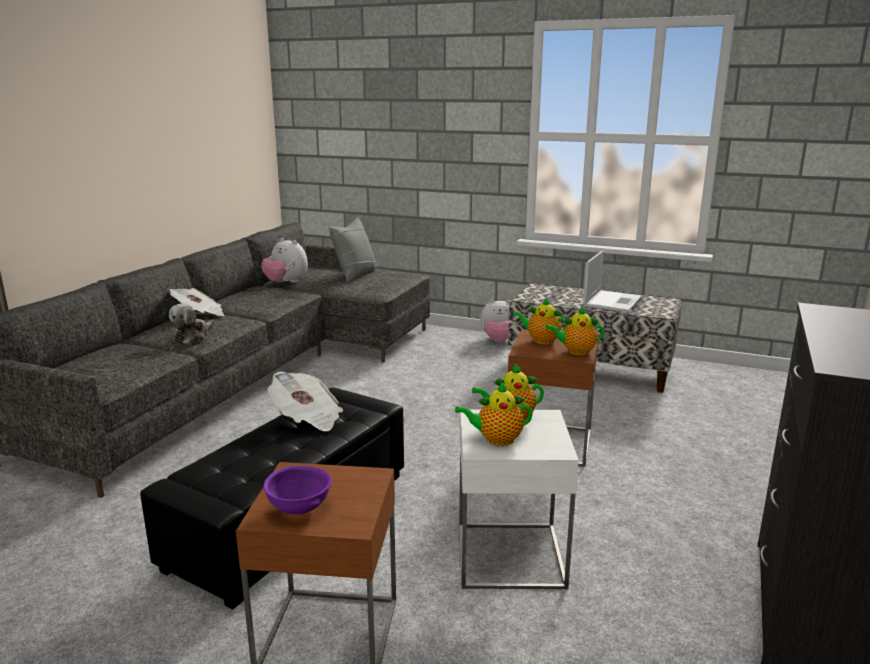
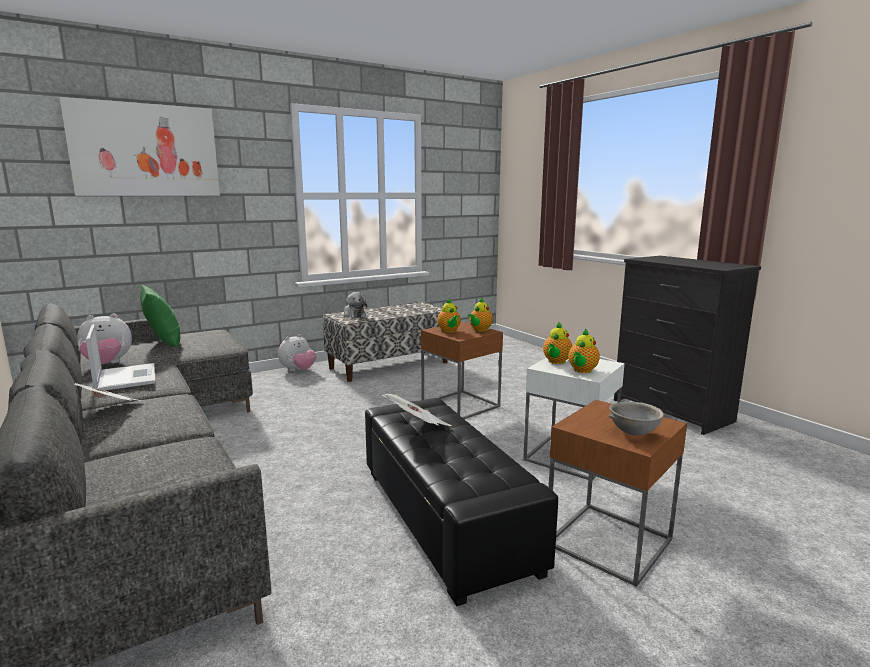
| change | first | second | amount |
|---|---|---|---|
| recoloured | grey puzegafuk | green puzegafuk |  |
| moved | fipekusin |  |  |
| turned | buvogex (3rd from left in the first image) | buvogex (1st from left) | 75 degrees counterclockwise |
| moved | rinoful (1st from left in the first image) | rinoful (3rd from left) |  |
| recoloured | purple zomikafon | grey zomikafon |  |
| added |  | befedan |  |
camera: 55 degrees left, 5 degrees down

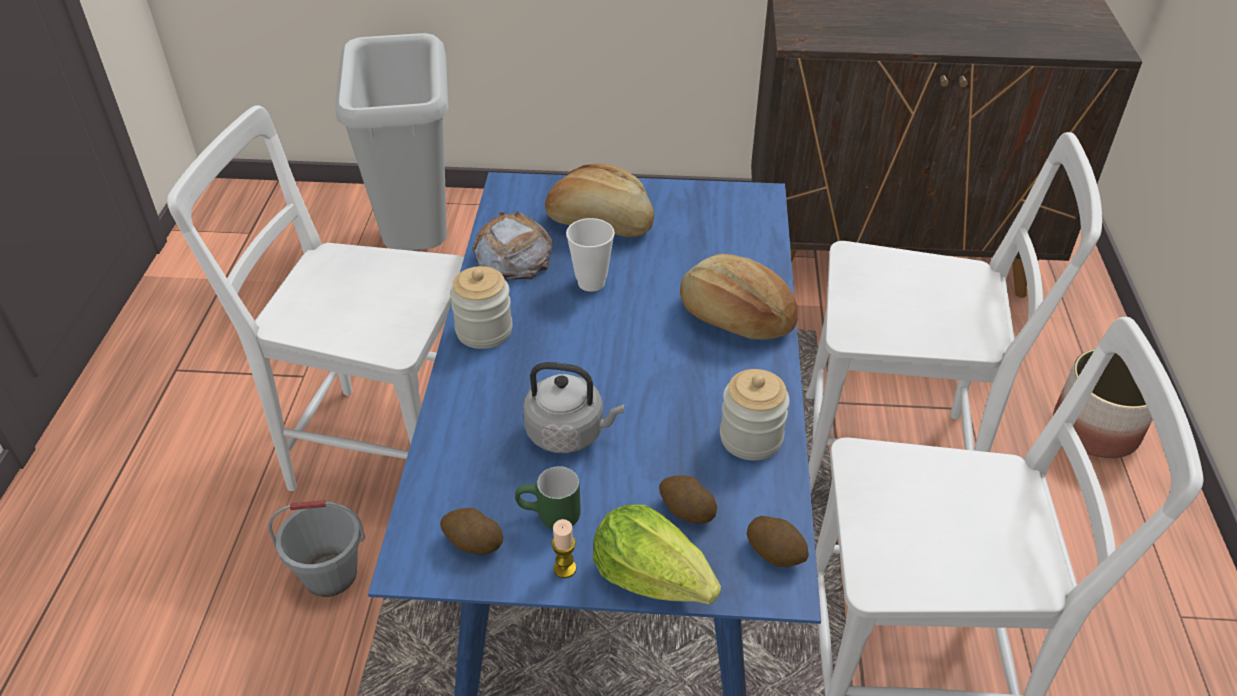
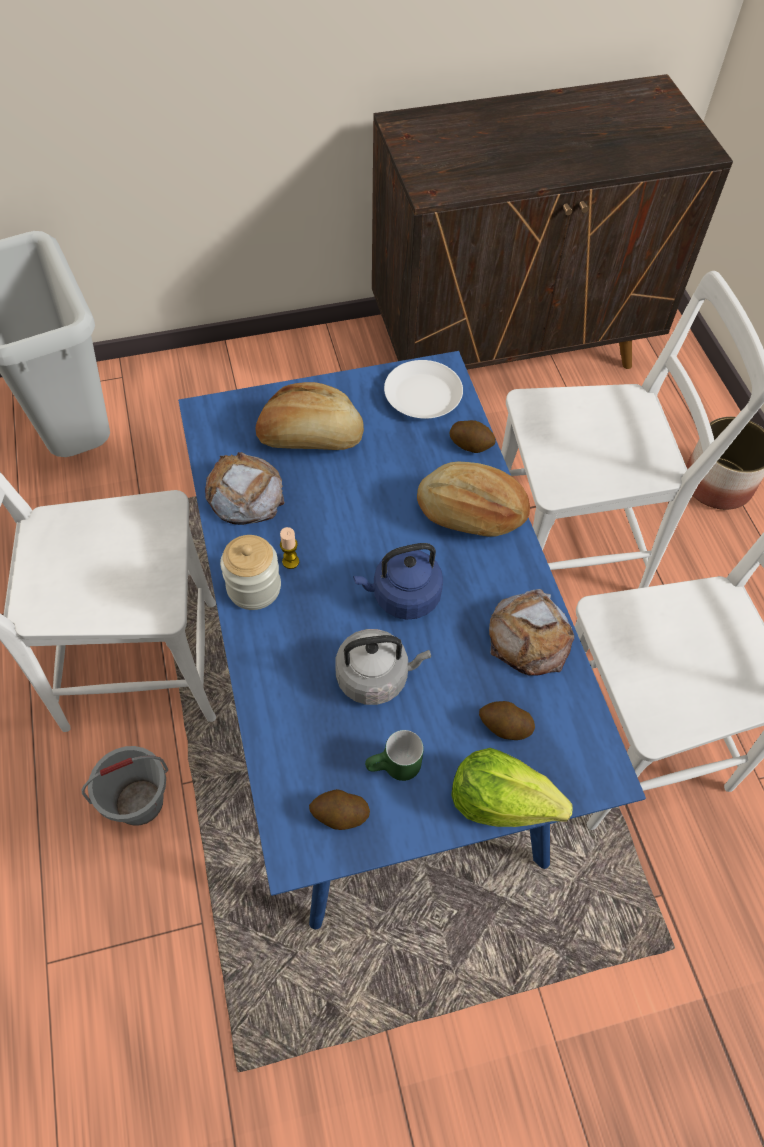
| change | first | second | amount |
|---|---|---|---|
| removed | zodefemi |  |  |
| replaced | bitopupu (2nd from left) | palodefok (4th from left) |  |
| moved | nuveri (3rd from left in the first image) | nuveri (2nd from left) |  |
| moved | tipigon |  |  |
| added |  | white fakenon |  |
| added |  | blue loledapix |  |
camera: 20 degrees left, 15 degrees up

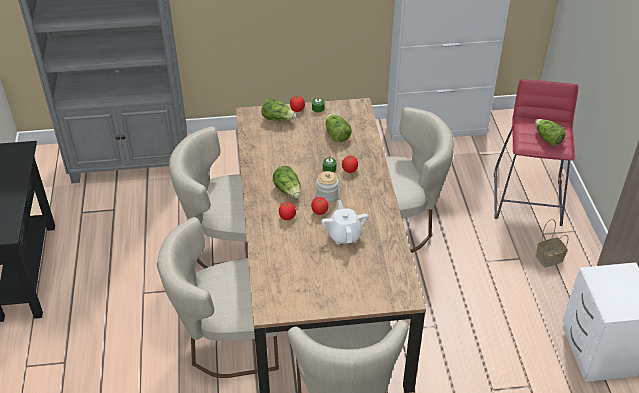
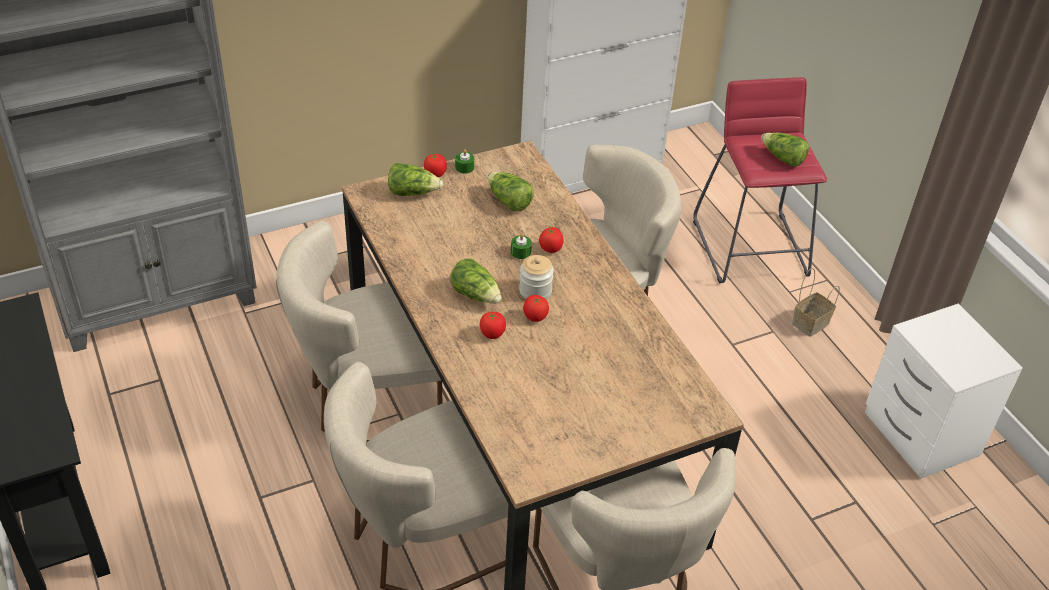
| change | first | second | amount |
|---|---|---|---|
| removed | white buvogex |  |  |
camera: 20 degrees left, 0 degrees up

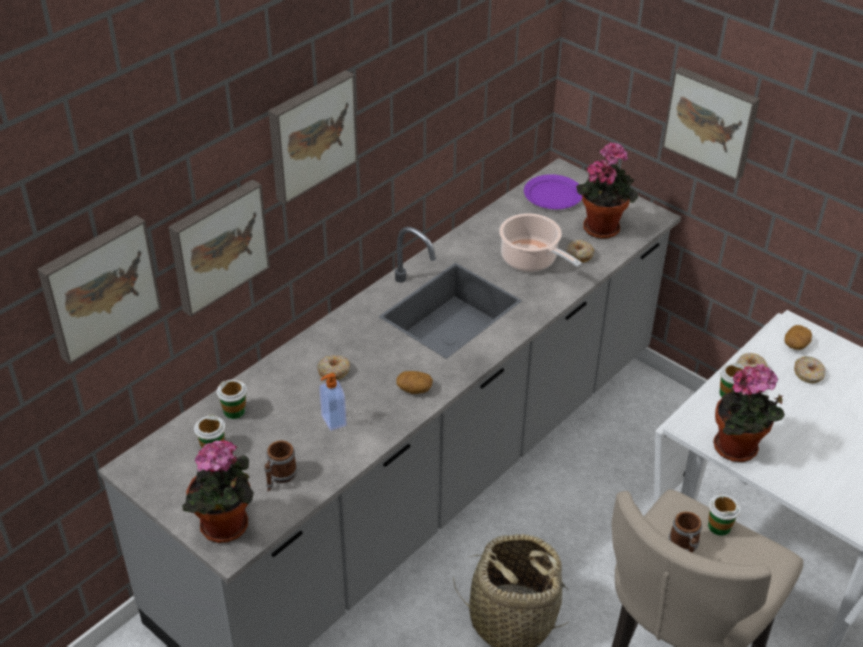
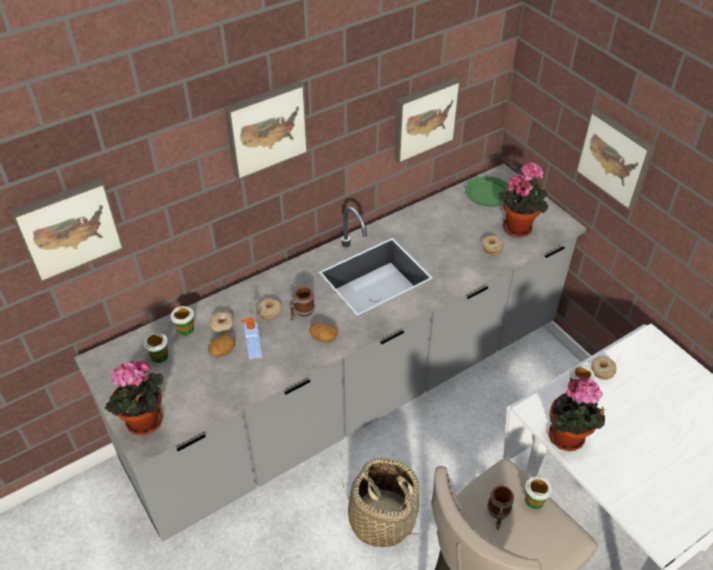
| change | first | second | amount |
|---|---|---|---|
| recoloured | purple fakenon | green fakenon |  |
| moved | befedan (2nd from left in the first image) | befedan (3rd from left) |  |
| removed | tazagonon |  |  |
| moved | nuveri (2nd from left in the first image) | nuveri (1st from left) |  |
| moved | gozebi (4th from left in the first image) | gozebi (1st from left) |  |
| moved | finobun (1st from left) |  |  |
camera: 15 degrees right, 5 degrees up

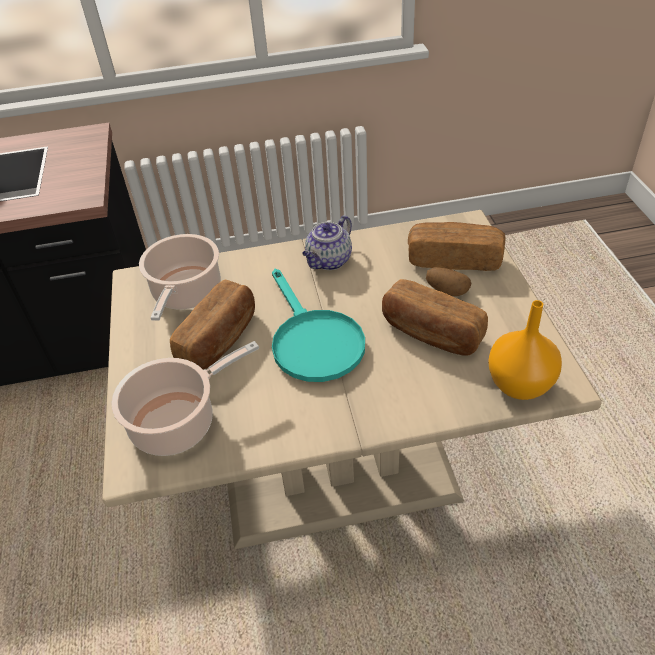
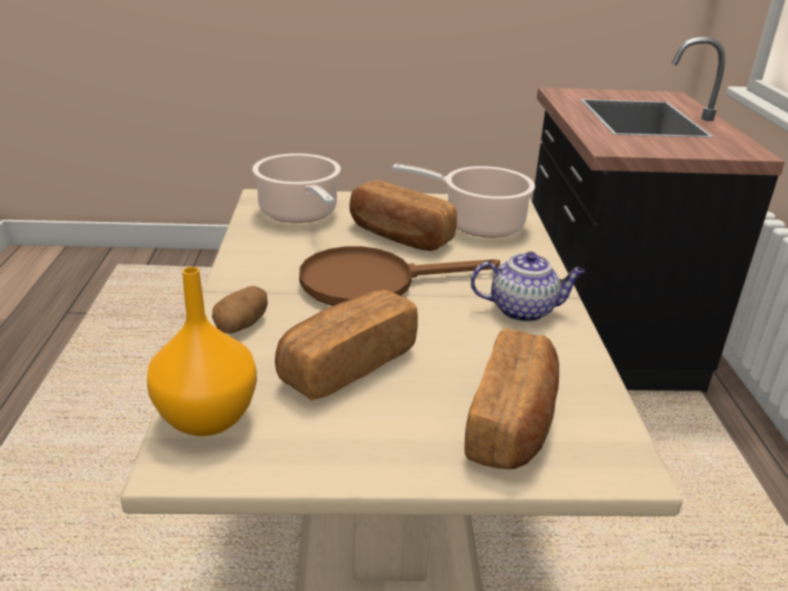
| change | first | second | amount |
|---|---|---|---|
| turned | buvogex |  | 135 degrees clockwise |
| moved | nuveri |  |  |
| recoloured | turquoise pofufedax | brown pofufedax |  |
camera: 95 degrees right, 15 degrees down

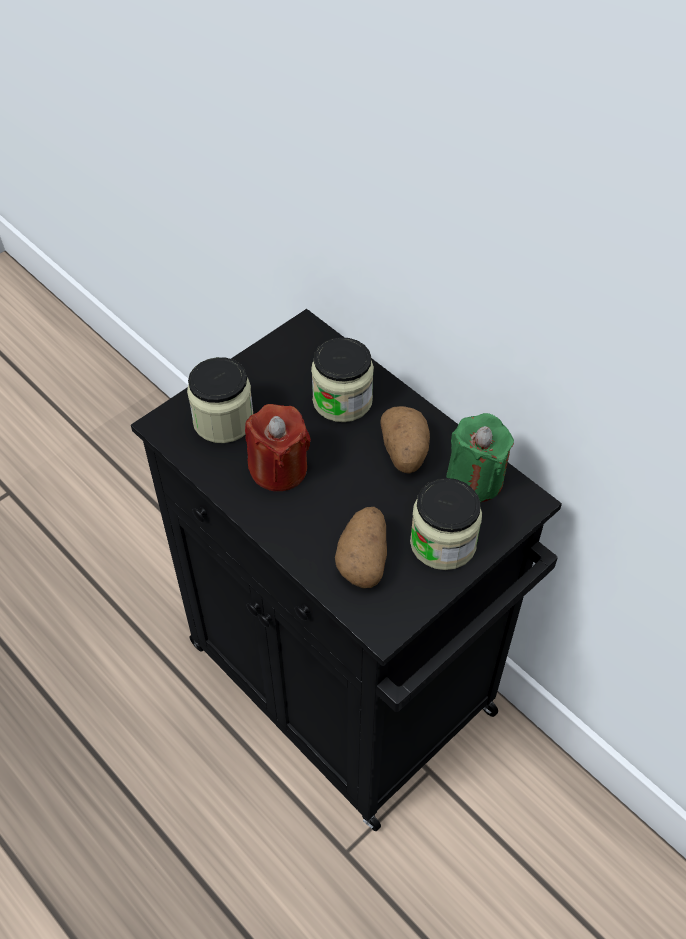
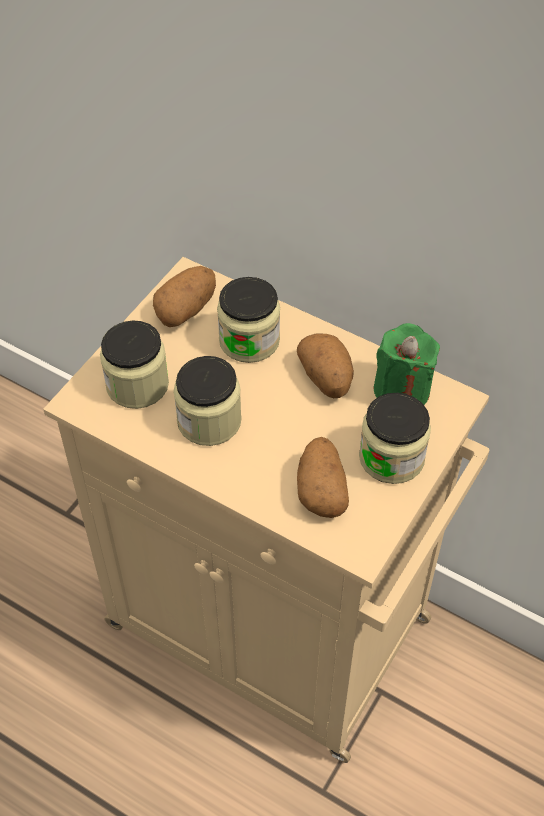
| change | first | second | amount |
|---|---|---|---|
| recoloured | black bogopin | beige bogopin |  |
| replaced | red tipigon | bitopupu (2nd from left) |  |
| added |  | nuveri (1st from left) |  |
camera: 15 degrees left, 0 degrees up

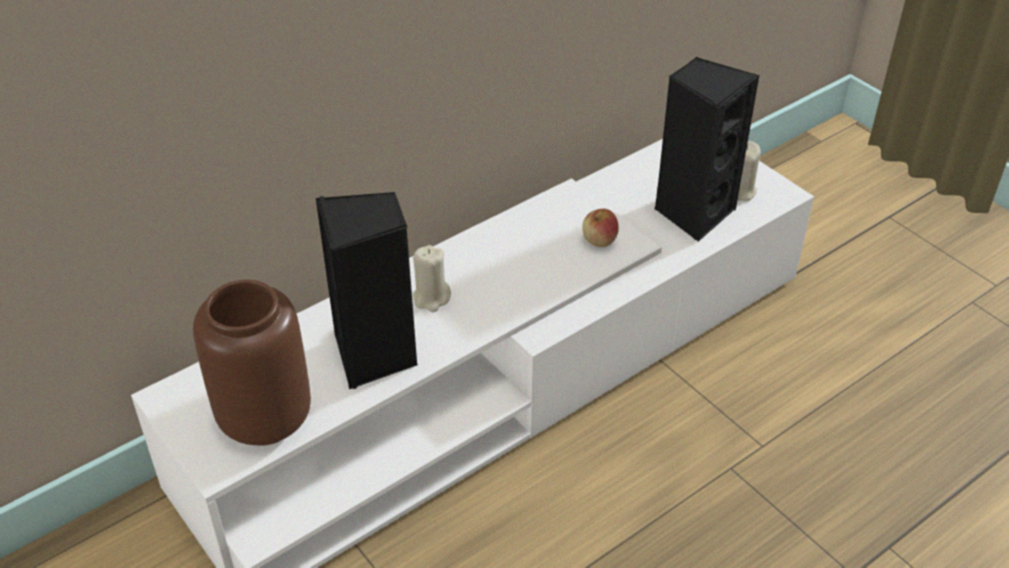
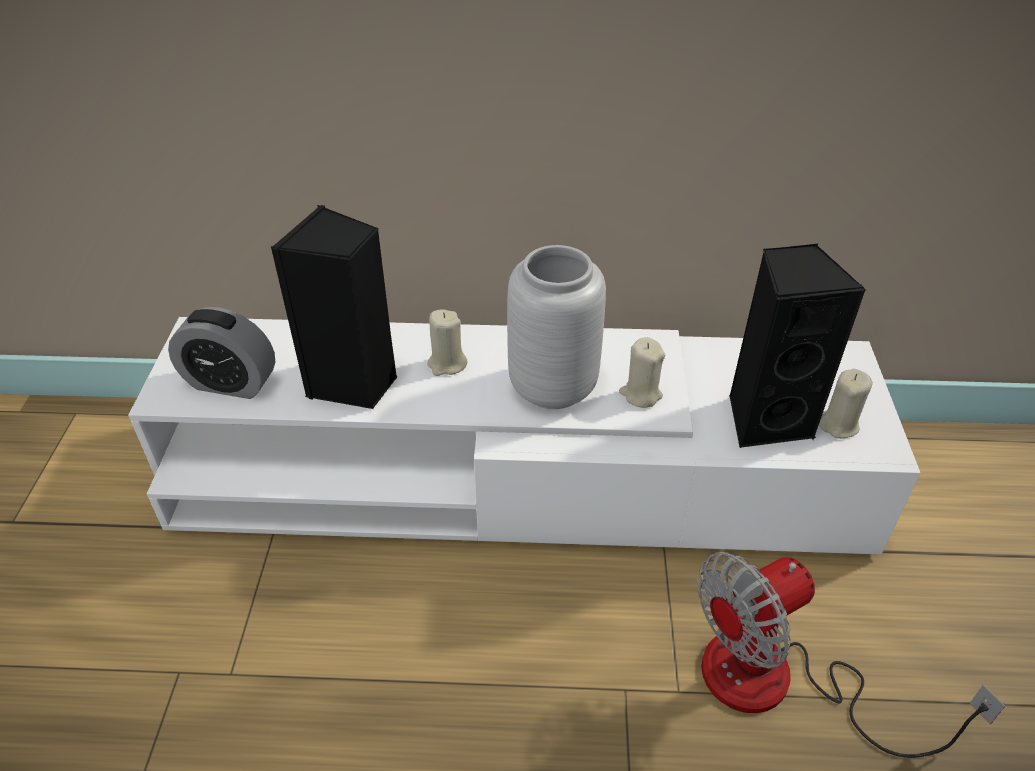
| change | first | second | amount |
|---|---|---|---|
| replaced | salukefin | beige tipigon (2nd from left) |  |
| replaced | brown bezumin | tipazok |  |
| added |  | grey bezumin |  |
| added |  | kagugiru |  |
camera: 40 degrees right, 0 degrees up

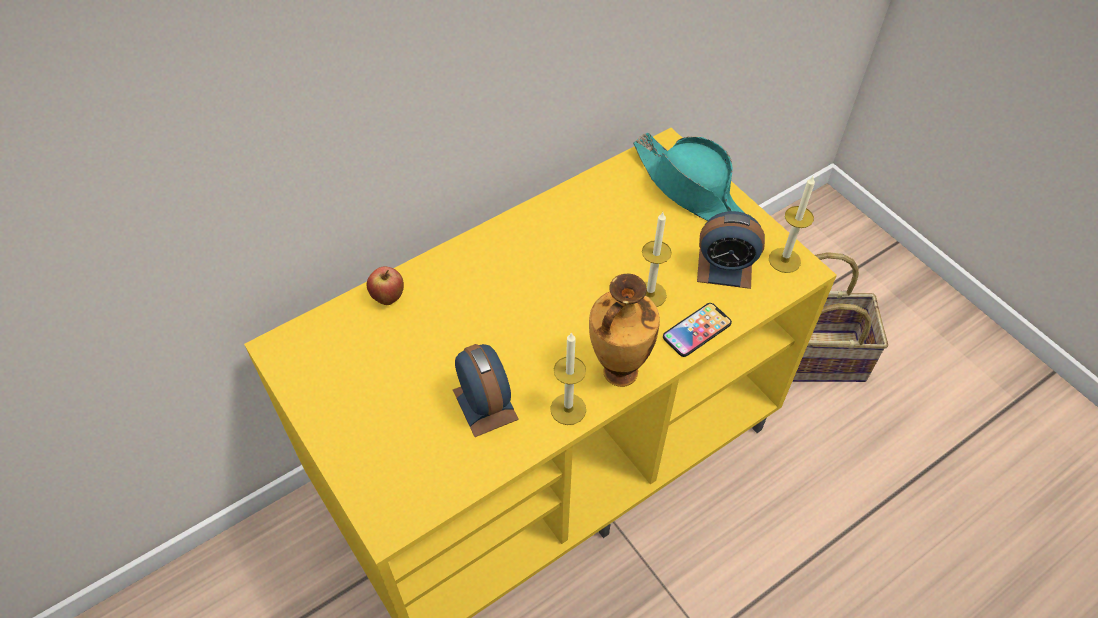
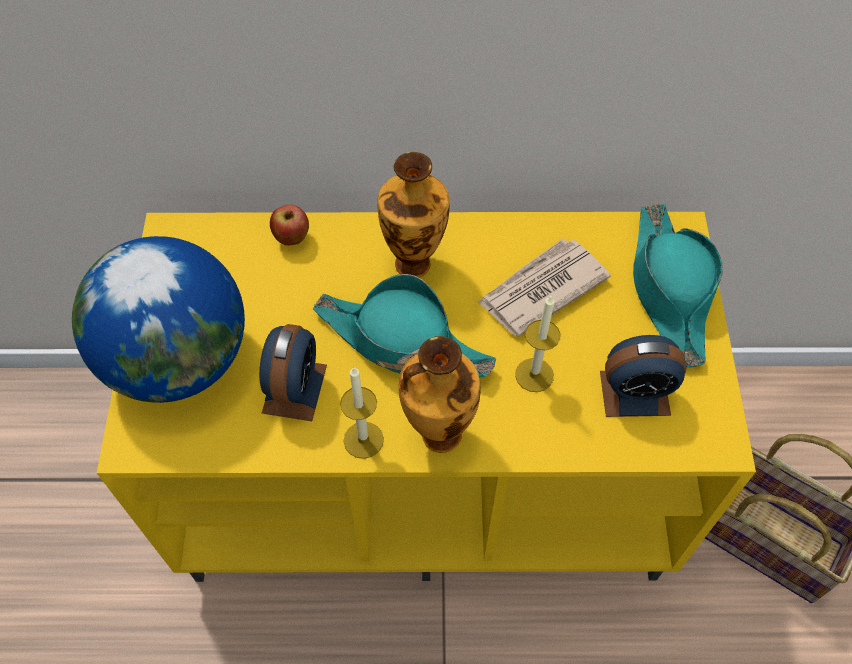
| change | first | second | amount |
|---|---|---|---|
| removed | tipigon (3rd from left) |  |  |
| turned | tipazok (2nd from left) |  | 45 degrees counterclockwise |
| removed | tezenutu |  |  |
| added |  | bezumin (1st from left) |  |
| added |  | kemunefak |  |
| added |  | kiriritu |  |
| added |  | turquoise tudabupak (1st from left) |  |
camera: 35 degrees right, 5 degrees up

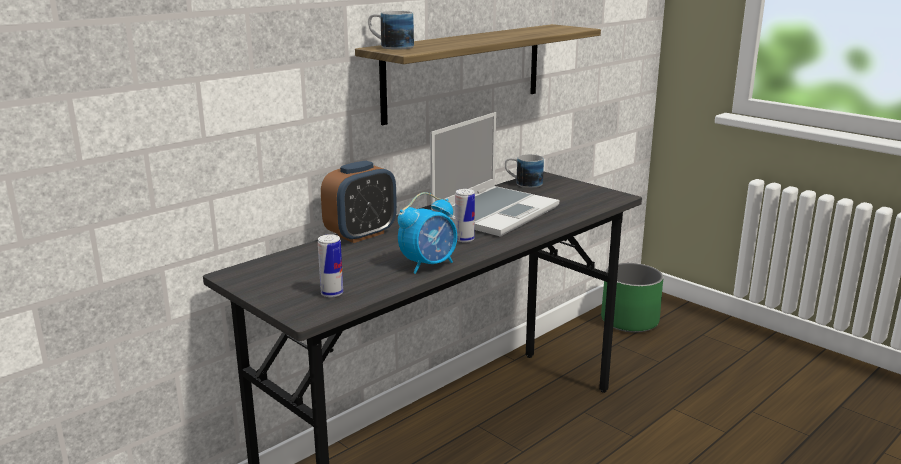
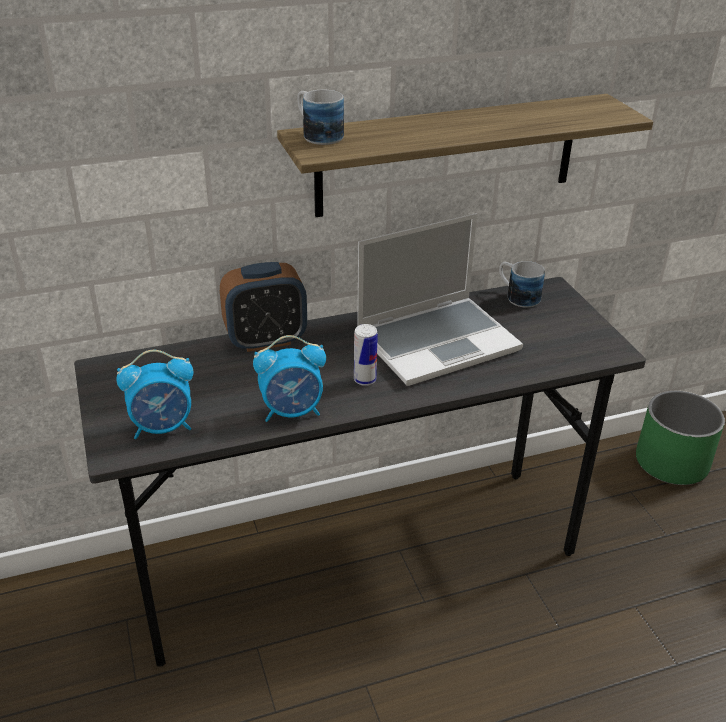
| change | first | second | amount |
|---|---|---|---|
| replaced | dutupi (1st from left) | tipazok (1st from left) |  |
camera: 25 degrees right, 15 degrees up

